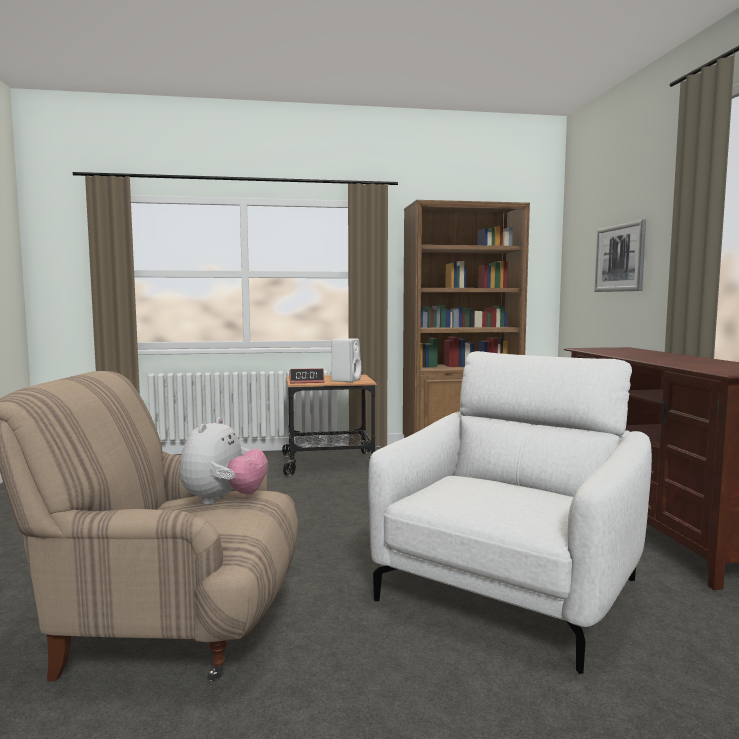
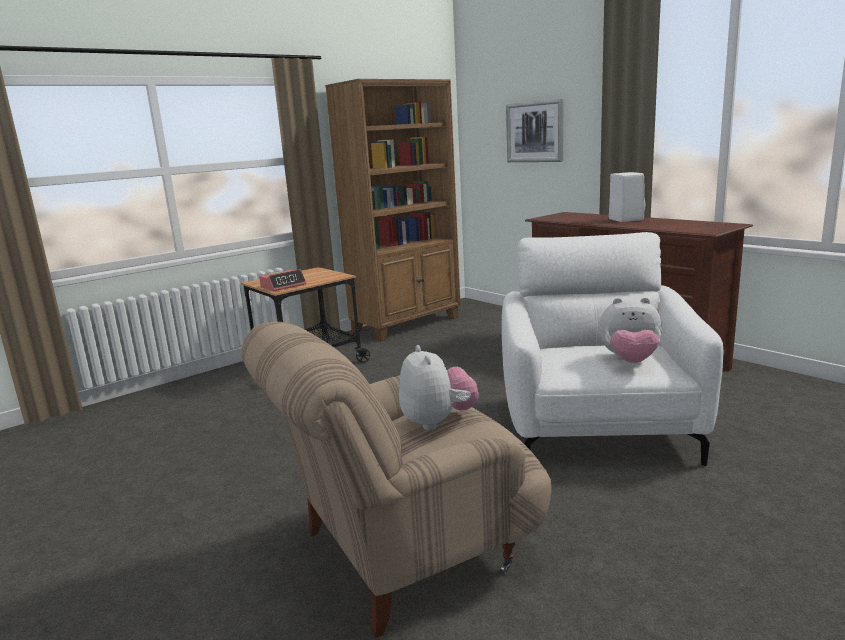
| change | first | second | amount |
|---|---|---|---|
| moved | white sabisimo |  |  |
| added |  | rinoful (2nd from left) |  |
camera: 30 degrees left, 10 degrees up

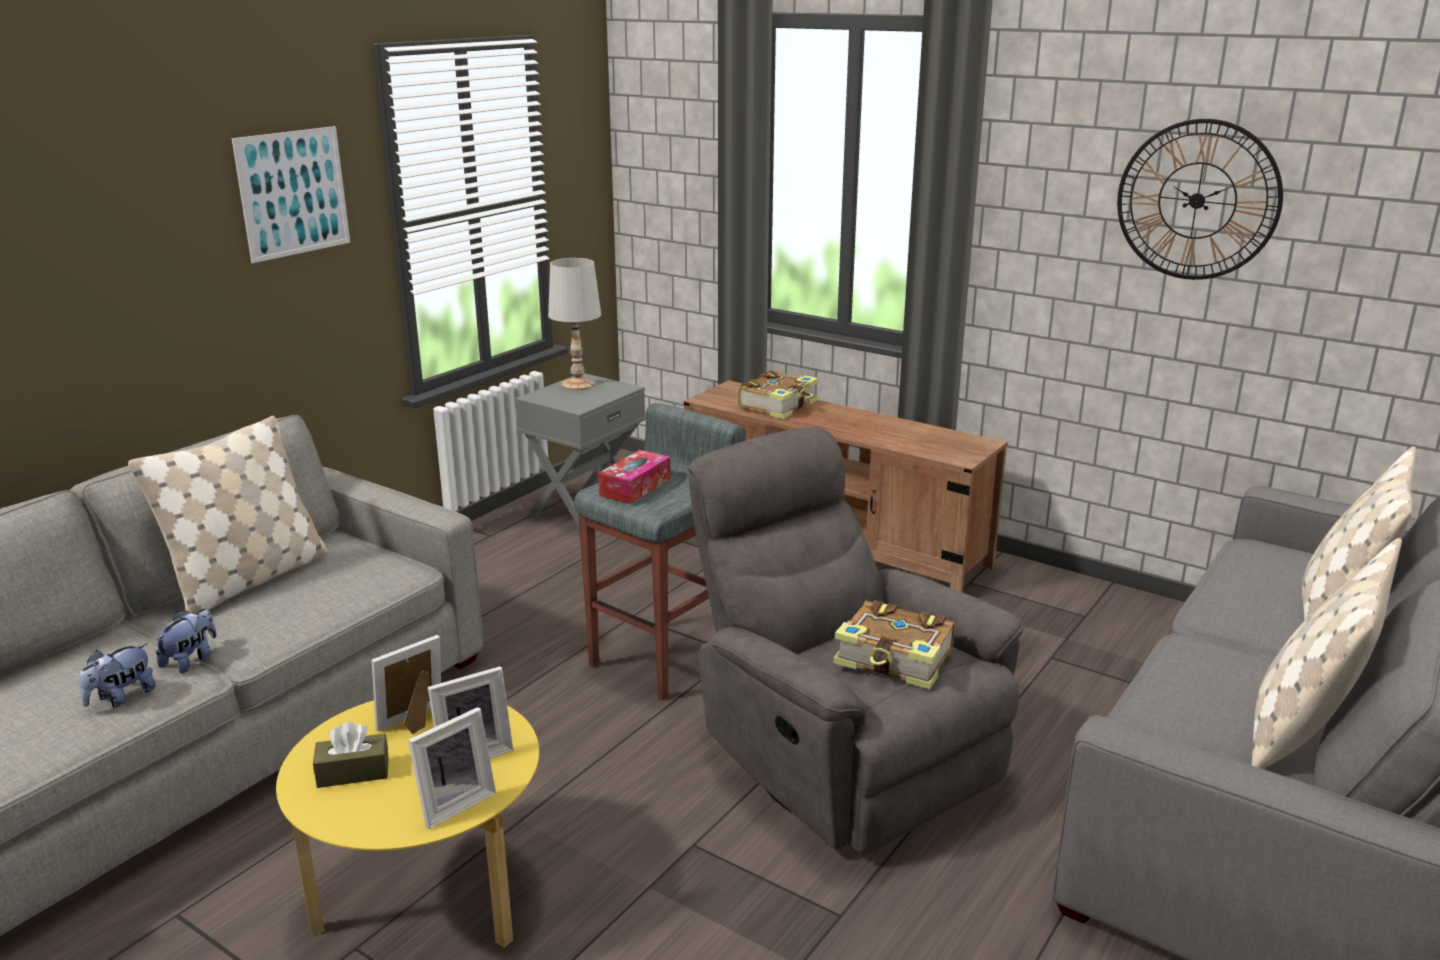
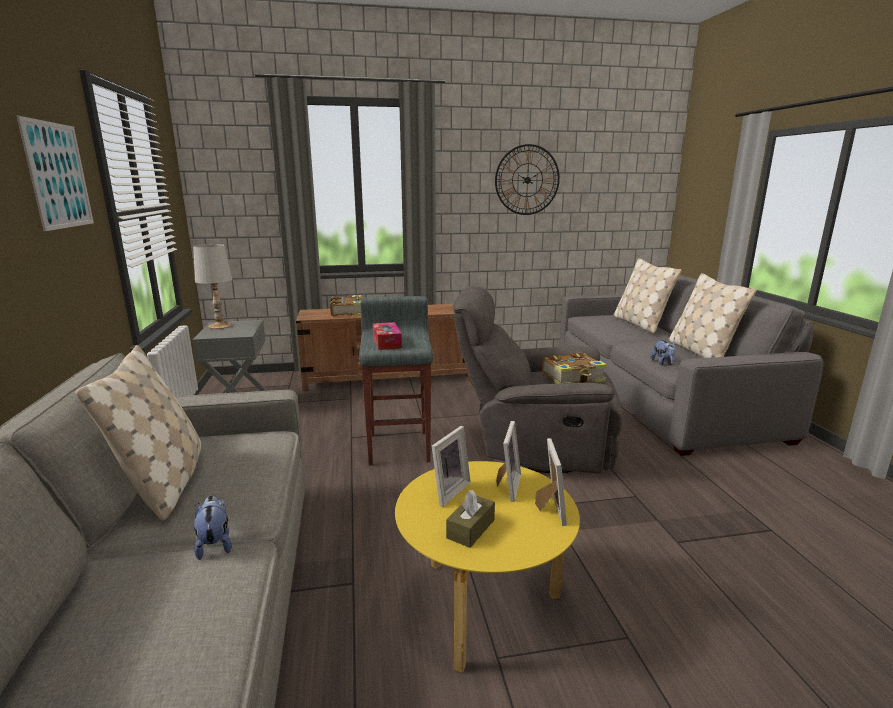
| change | first | second | amount |
|---|---|---|---|
| turned | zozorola (1st from left) |  | 150 degrees counterclockwise |
| moved | rinoful (1st from left in the first image) | rinoful (2nd from left) |  |
camera: 45 degrees left, 5 degrees down

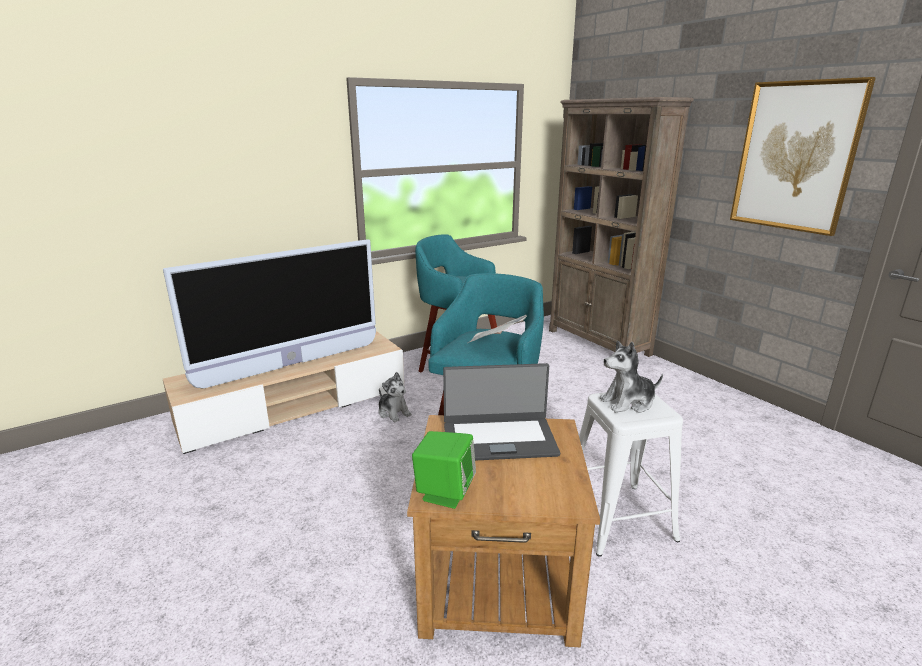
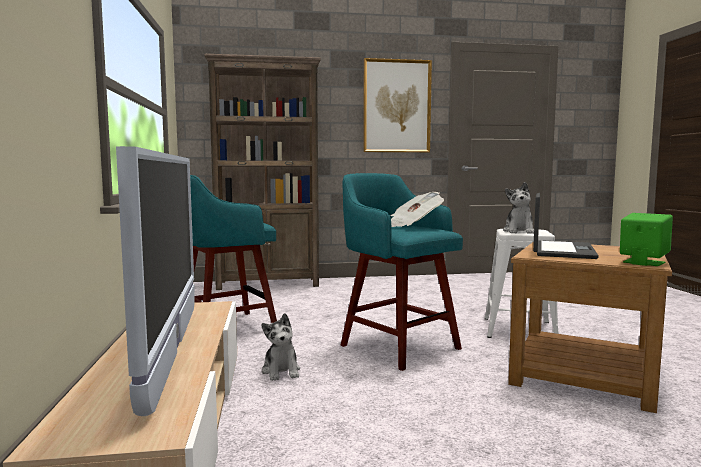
| change | first | second | amount |
|---|---|---|---|
| turned | rinoful (1st from left) |  | 90 degrees clockwise |
camera: 65 degrees left, 15 degrees down

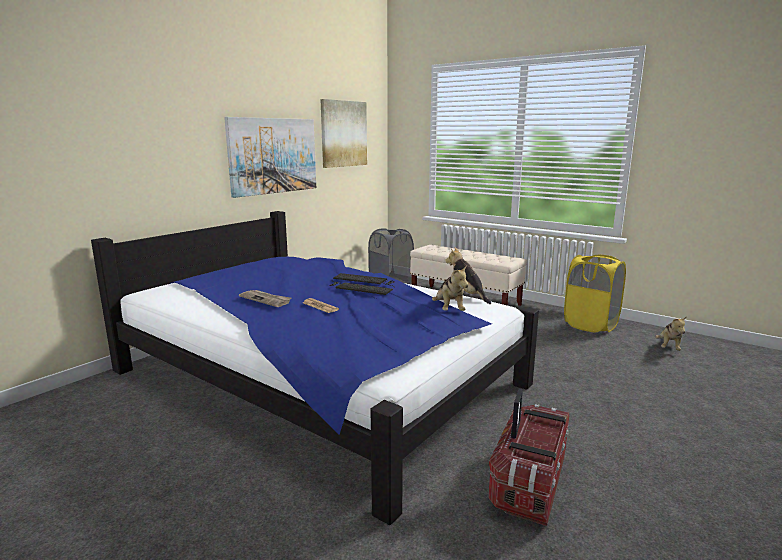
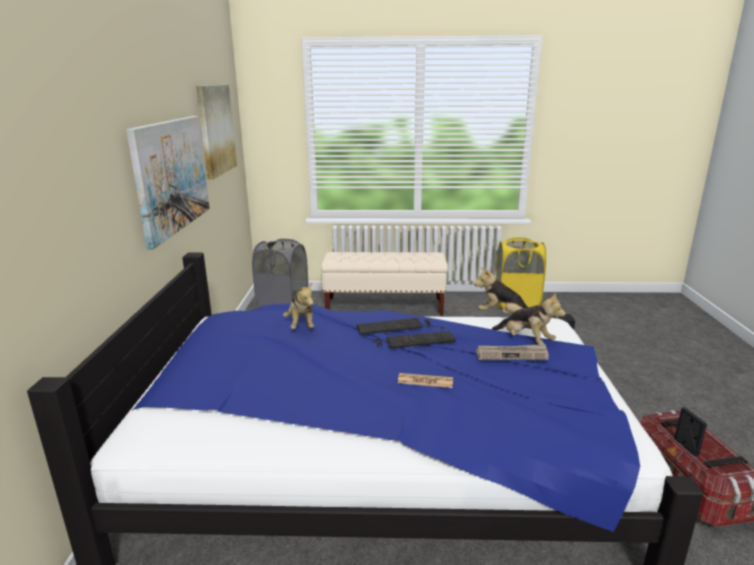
| change | first | second | amount |
|---|---|---|---|
| moved | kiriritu (1st from left in the first image) | kiriritu (2nd from left) |  |
| moved | rinoful (3rd from left in the first image) | rinoful (1st from left) |  |
camera: 35 degrees left, 5 degrees up

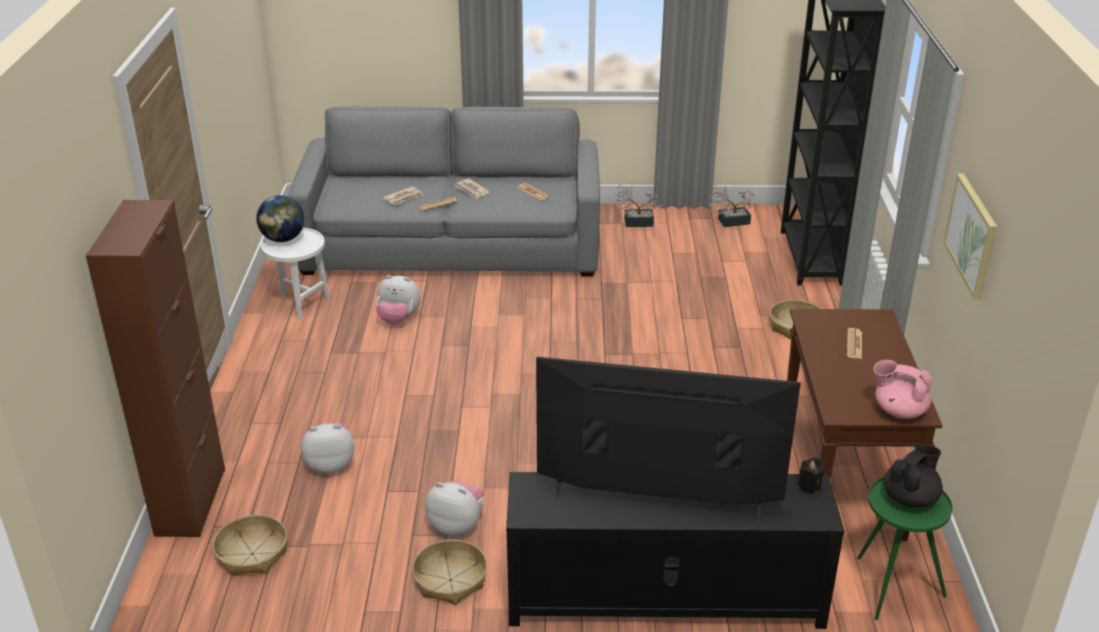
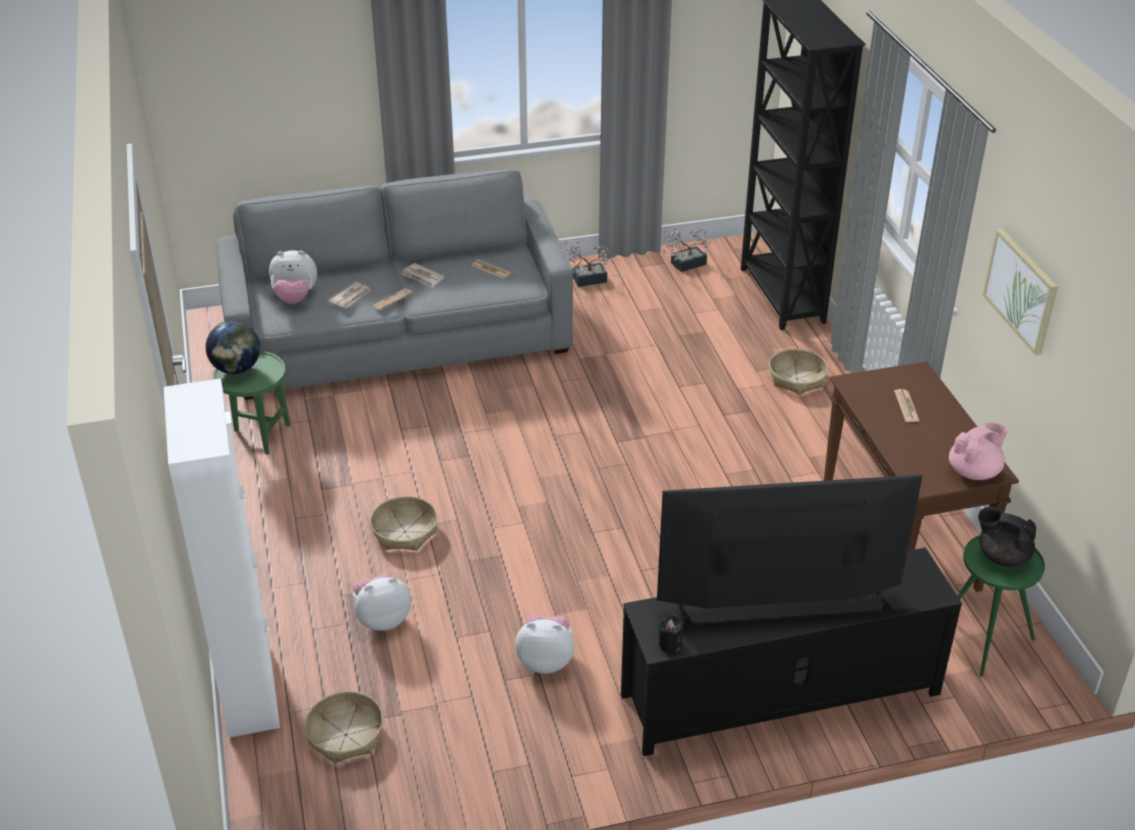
| change | first | second | amount |
|---|---|---|---|
| recoloured | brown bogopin | white bogopin |  |
| recoloured | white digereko | green digereko (1st from left) |  |
| moved | rinoful (2nd from left in the first image) | rinoful (1st from left) |  |
| turned | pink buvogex |  | 135 degrees clockwise |
| turned | black buvogex |  | 90 degrees counterclockwise |
| moved | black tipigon |  |  |
| moved | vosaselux (2nd from left) |  |  |
camera: 15 degrees left, 5 degrees up

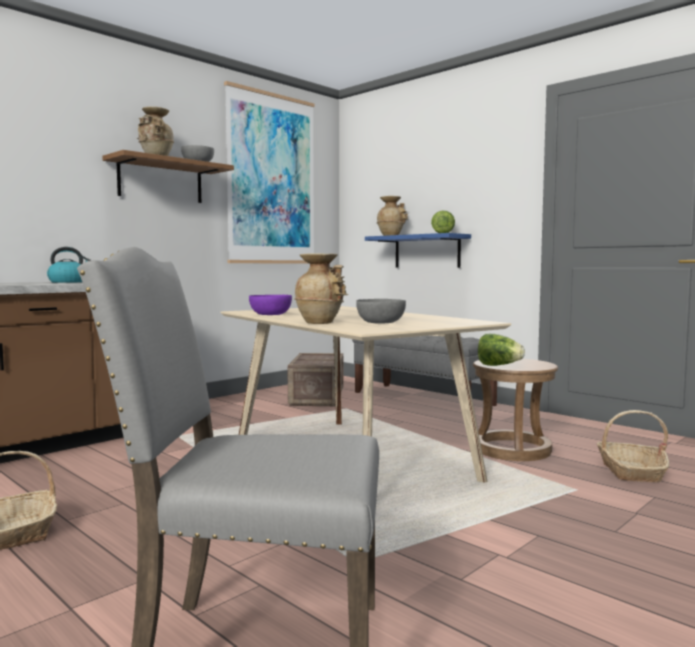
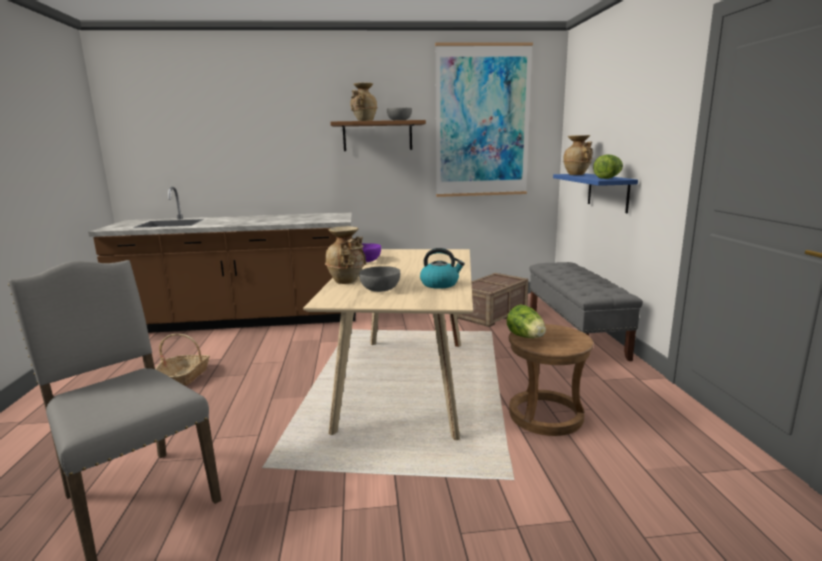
| change | first | second | amount |
|---|---|---|---|
| moved | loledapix |  |  |
| removed | vosaselux (2nd from left) |  |  |
camera: 40 degrees right, 10 degrees up

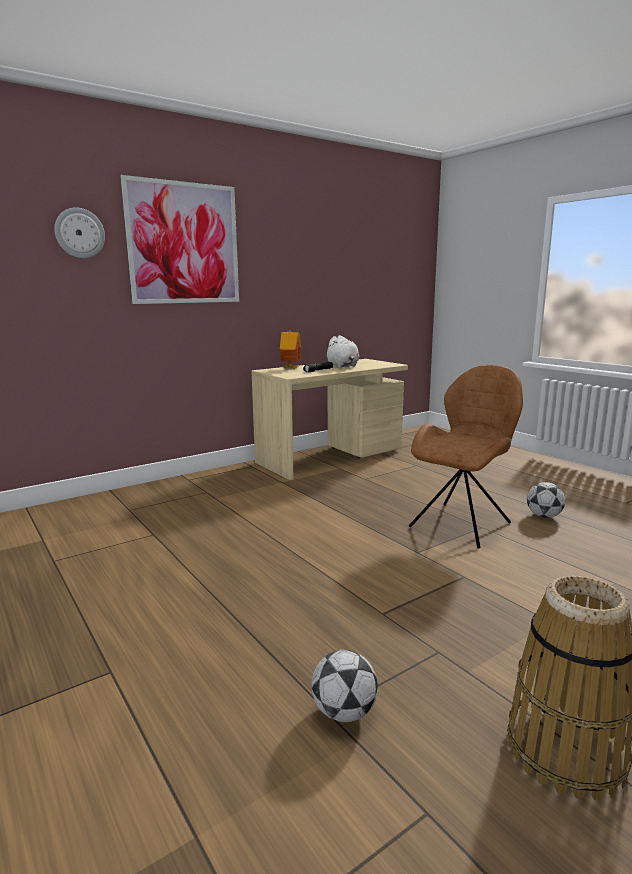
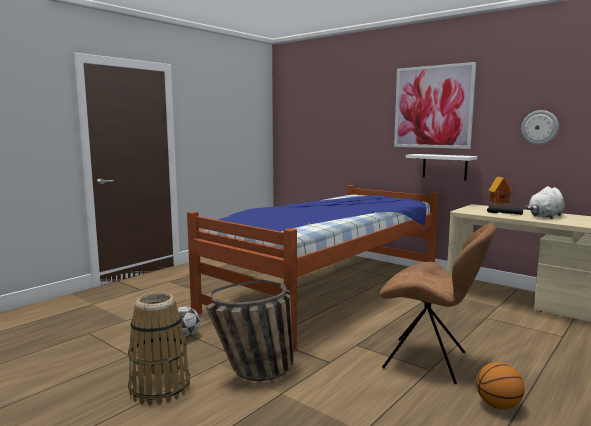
| change | first | second | amount |
|---|---|---|---|
| moved | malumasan |  |  |
| replaced | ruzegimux (2nd from left) | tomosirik |  |
| added |  | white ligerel |  |
| added |  | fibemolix |  |
| added |  | vosaselux (2nd from left) |  |
camera: 75 degrees right, 5 degrees down

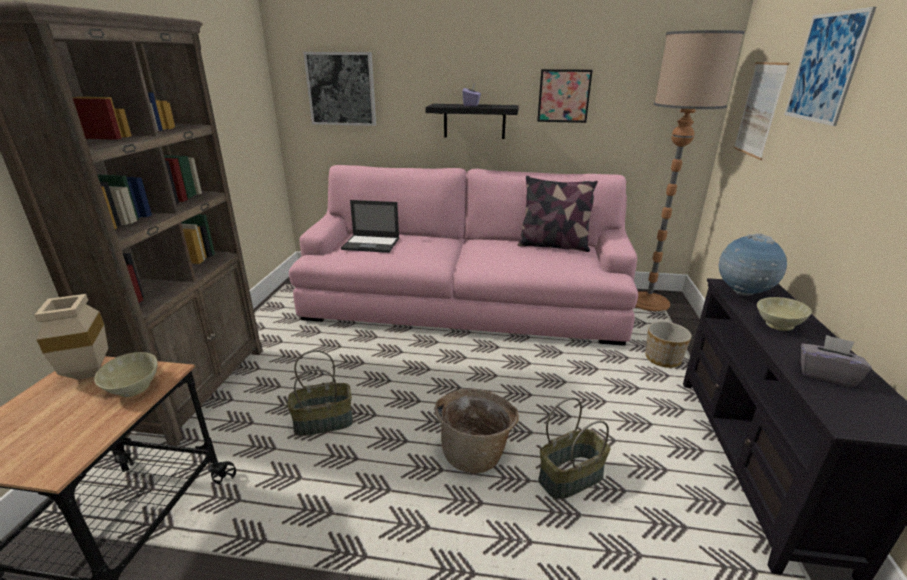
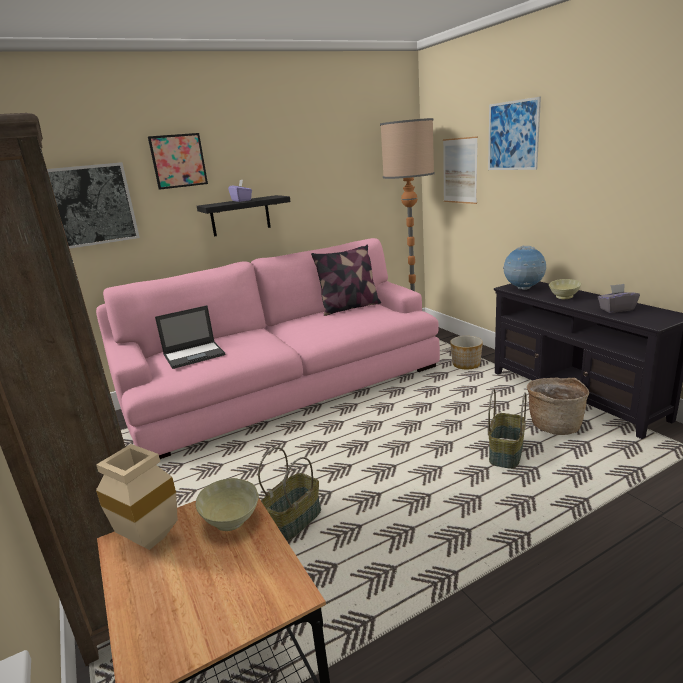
| change | first | second | amount |
|---|---|---|---|
| moved | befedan (2nd from left) |  |  |
| moved | vosaselux (2nd from left in the first image) | vosaselux (3rd from left) |  |
camera: 35 degrees left, 5 degrees down

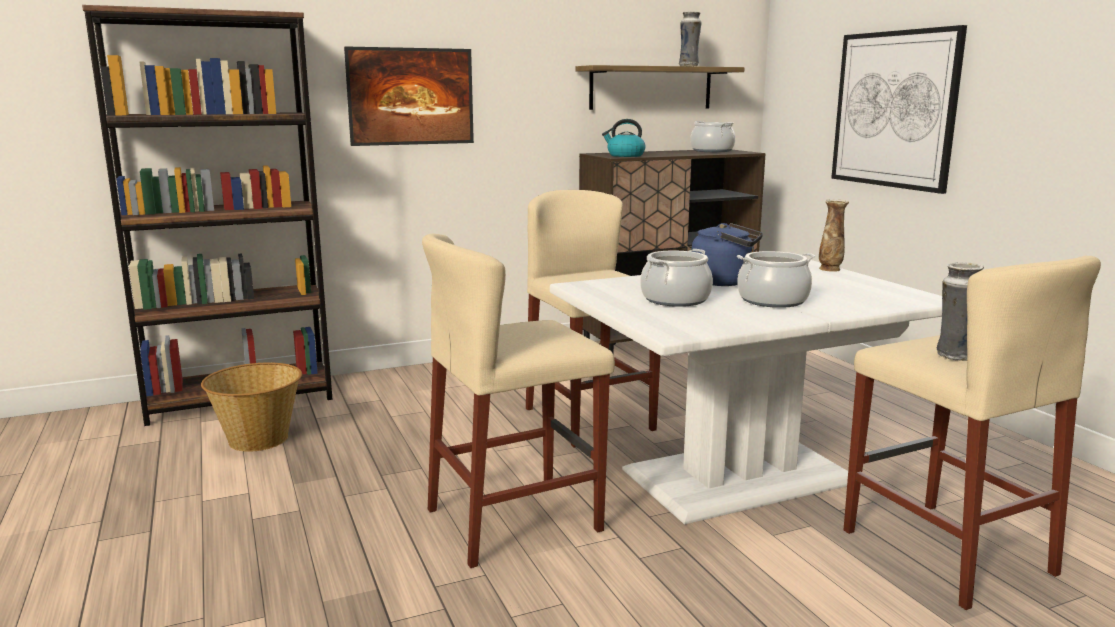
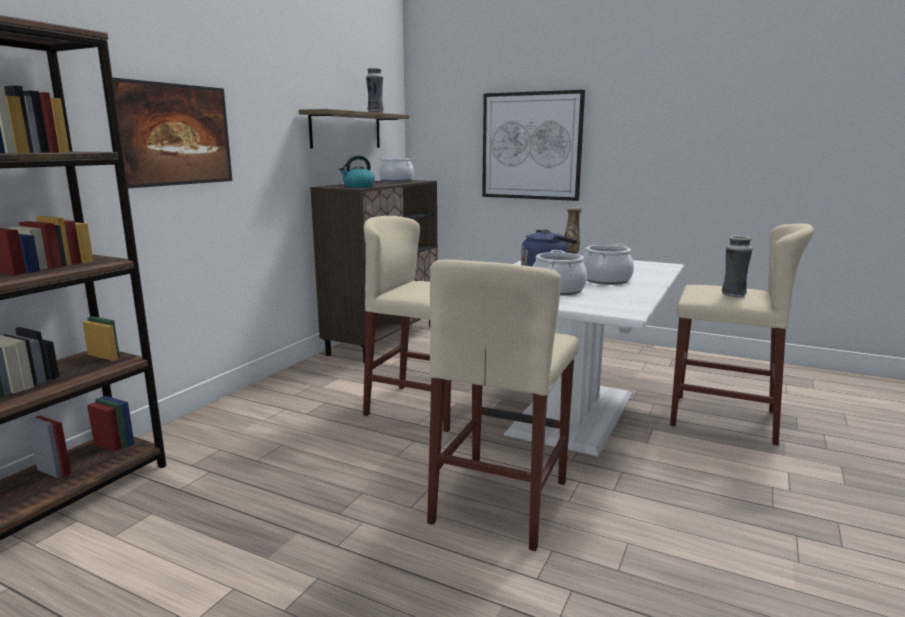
| change | first | second | amount |
|---|---|---|---|
| removed | vosaselux |  |  |
camera: 40 degrees left, 0 degrees up

